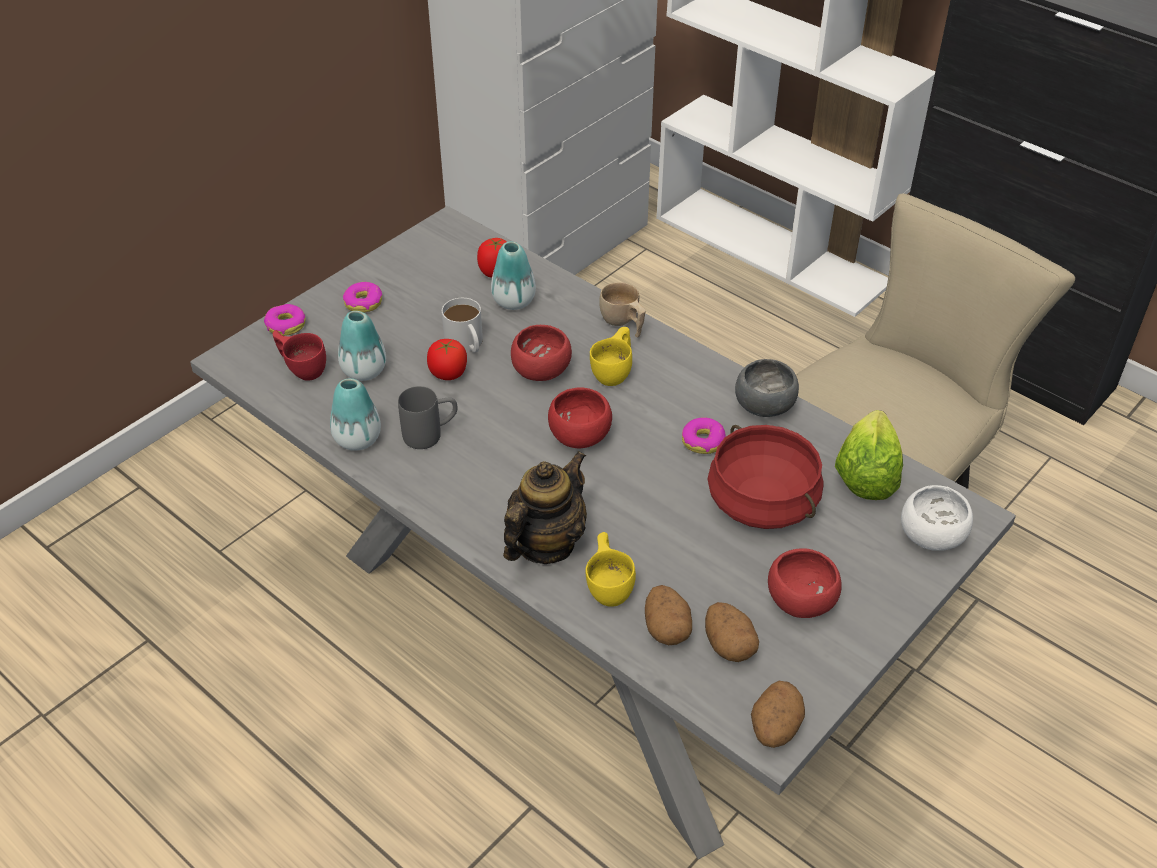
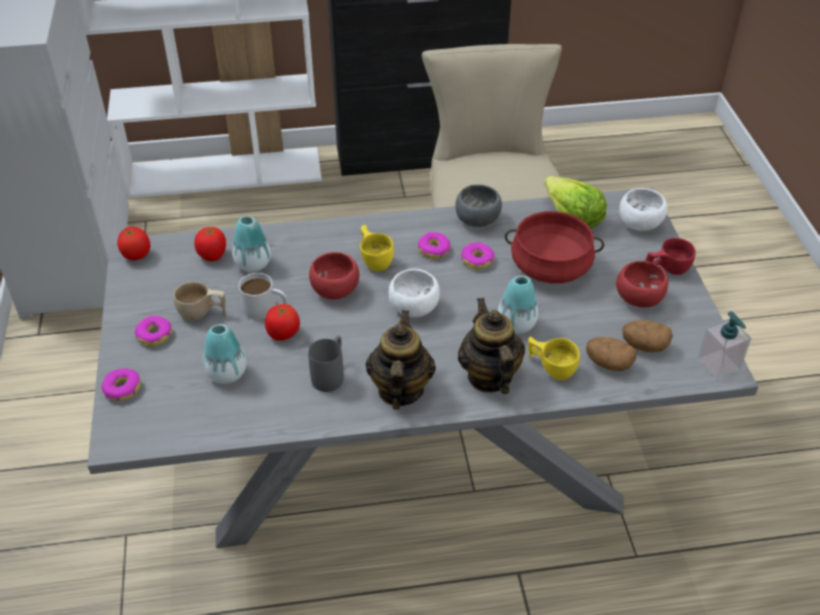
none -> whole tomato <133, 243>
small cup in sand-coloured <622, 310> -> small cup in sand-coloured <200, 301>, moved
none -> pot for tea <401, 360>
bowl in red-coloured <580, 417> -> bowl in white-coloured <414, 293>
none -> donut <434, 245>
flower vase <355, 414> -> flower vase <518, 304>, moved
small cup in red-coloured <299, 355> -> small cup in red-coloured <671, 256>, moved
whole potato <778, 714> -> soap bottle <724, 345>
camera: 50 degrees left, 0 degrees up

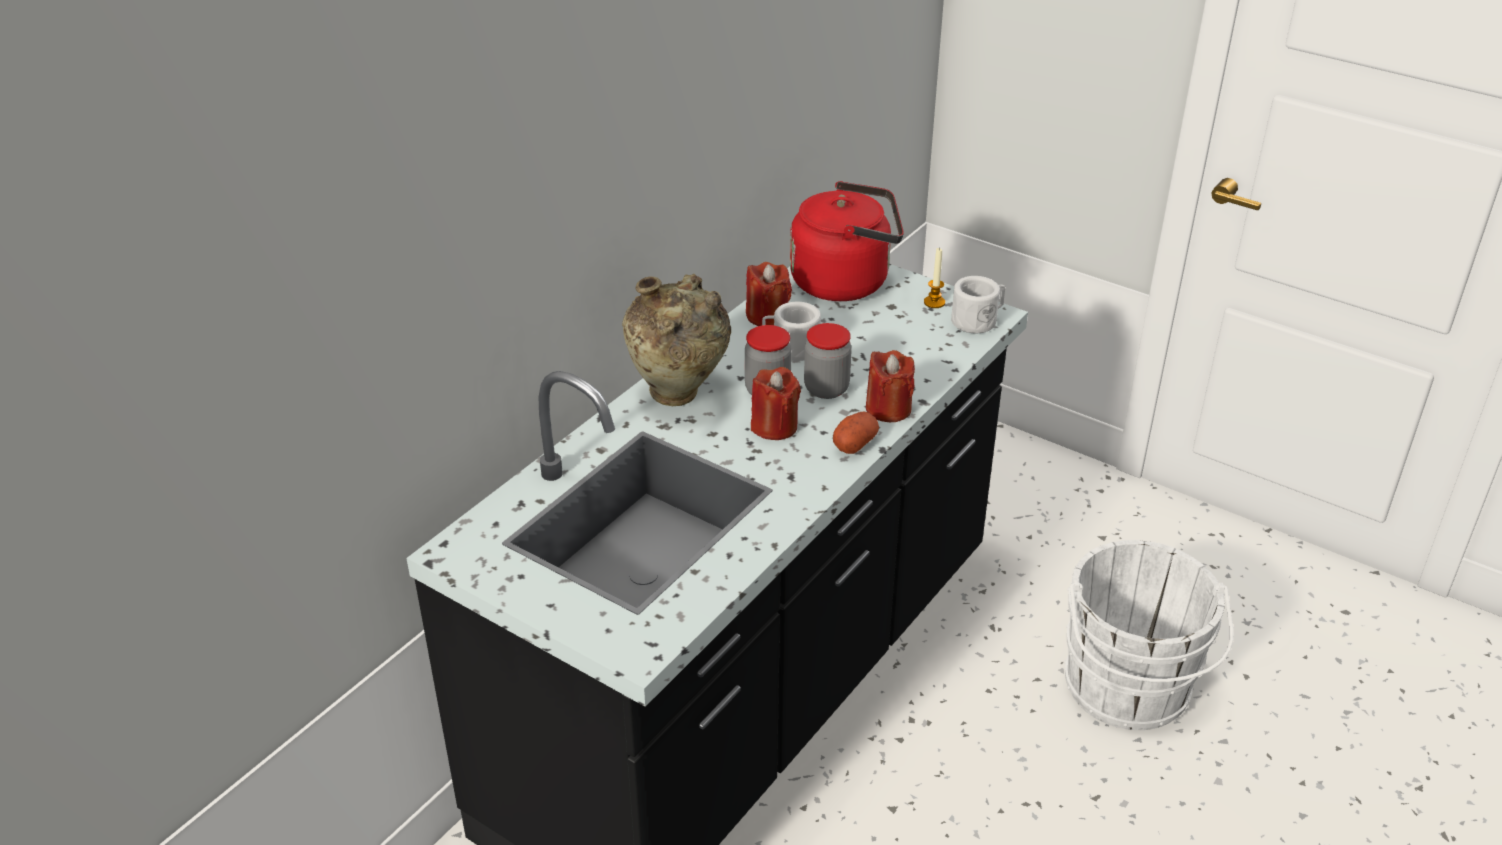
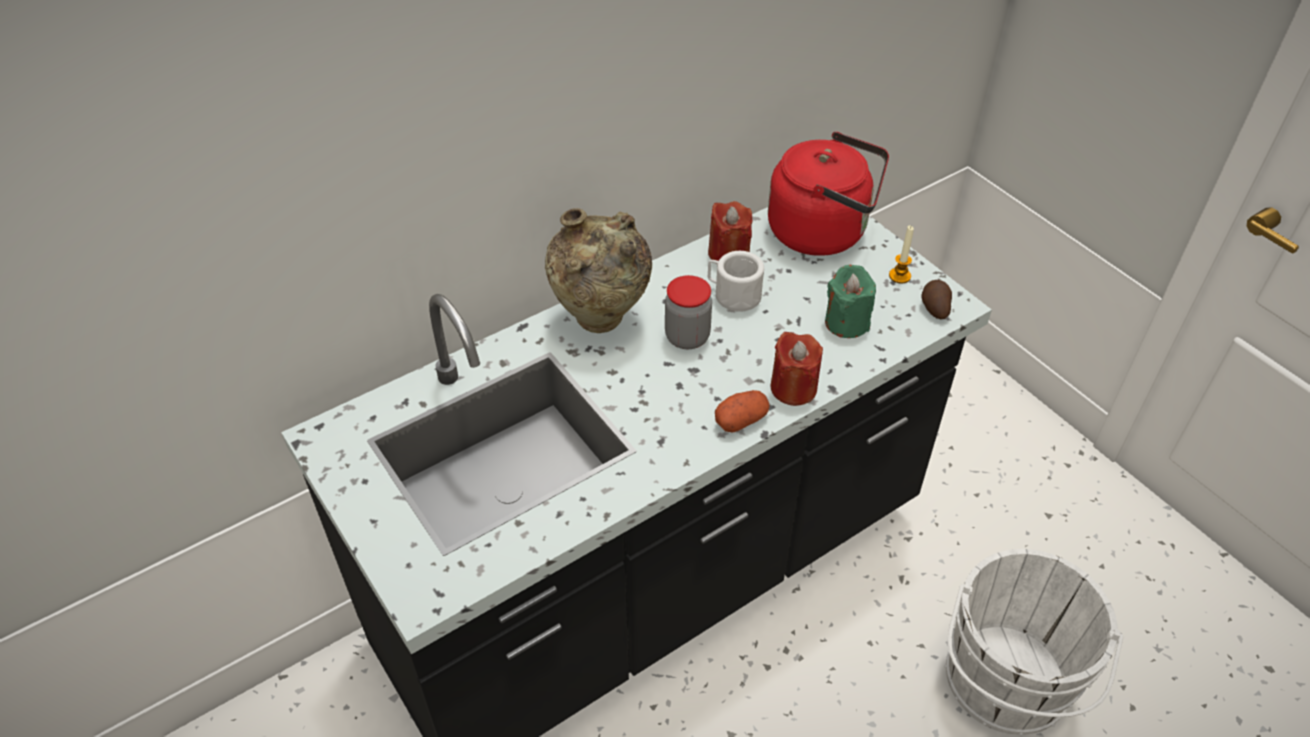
none -> candle in greenish <850, 301>
coffee mug in white-coloured <978, 304> -> whole potato <936, 299>
candle in red-coloured <776, 403> -> none
storage jar <828, 361> -> none
camera: 20 degrees right, 10 degrees up

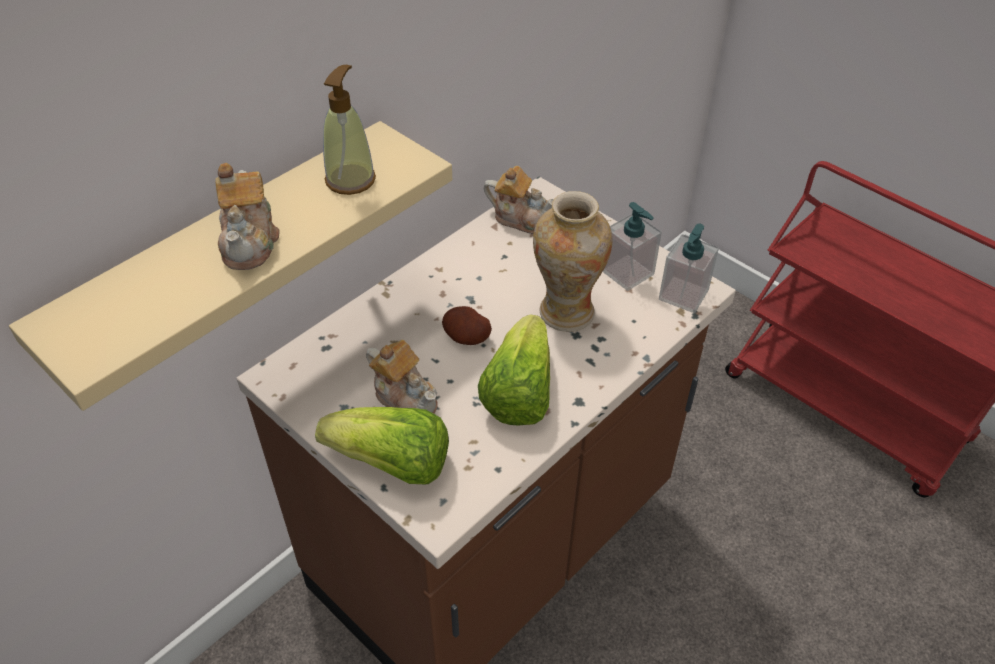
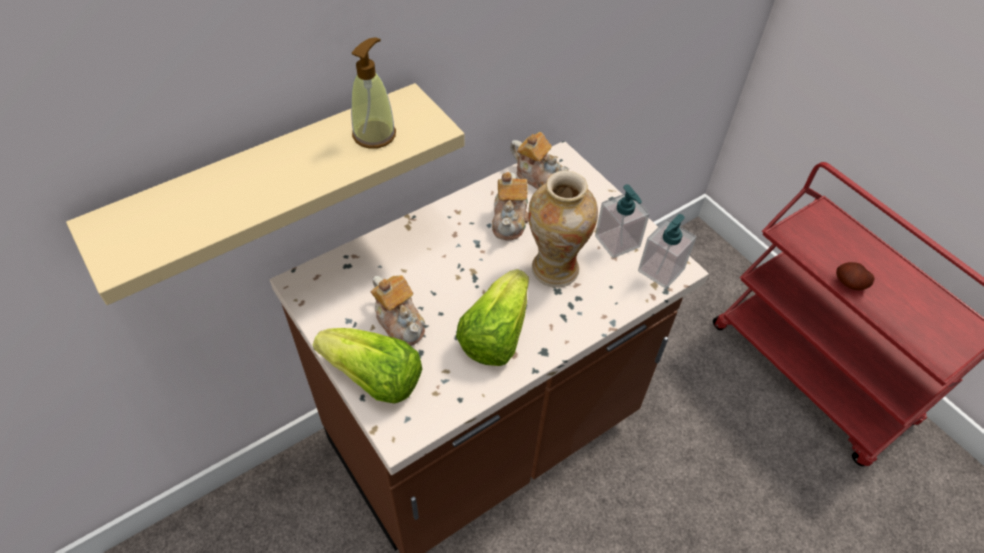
pot for tea <247, 216> -> pot for tea <510, 206>, moved
whole potato <467, 325> -> whole potato <855, 276>, moved
camera: 10 degrees right, 5 degrees up

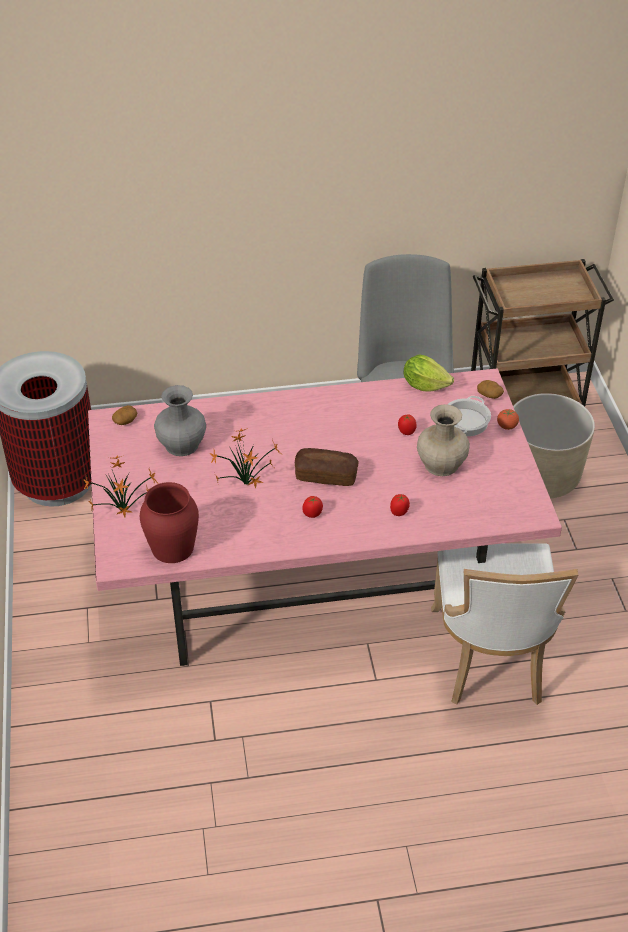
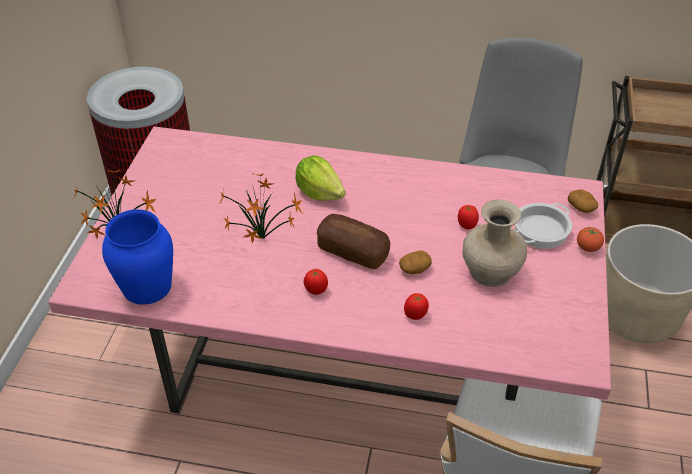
flower vase in red-coloured <169, 522> -> flower vase in blue <137, 257>
lettuce head <428, 373> -> lettuce head <320, 178>, moved
whole potato <124, 415> -> whole potato <415, 262>, moved
flower vase in grey <180, 420> -> none
camera: 20 degrees right, 0 degrees up

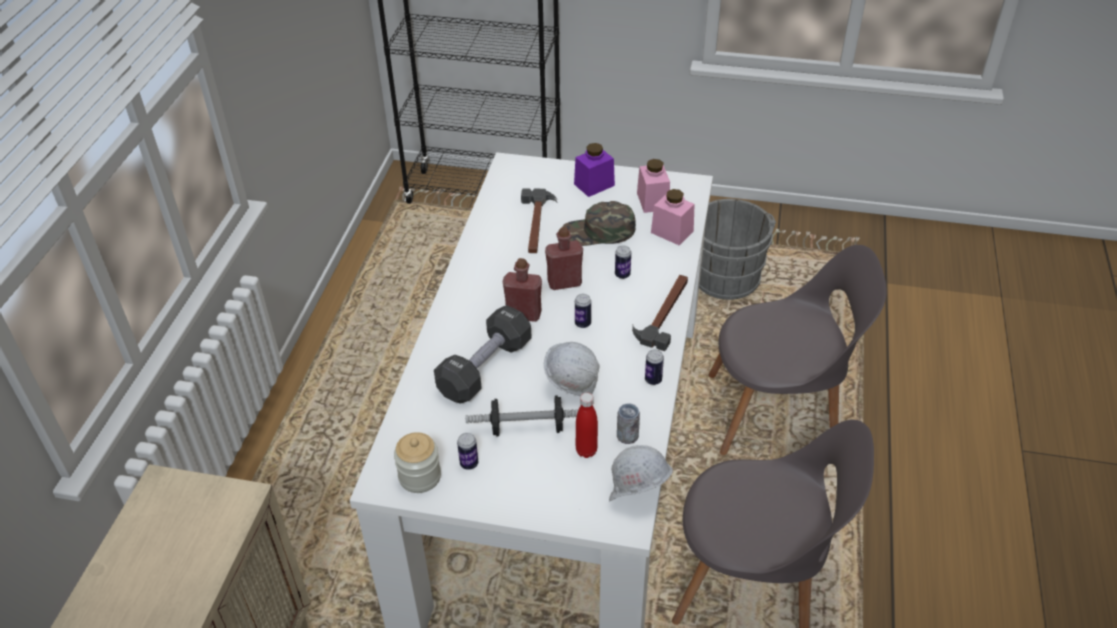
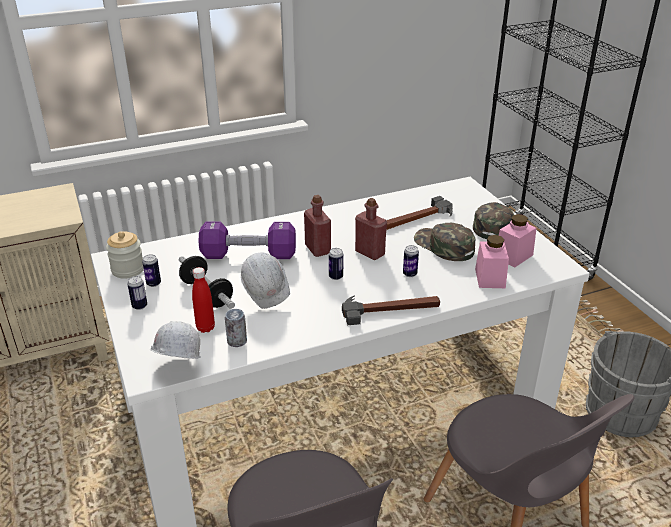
metal can <654, 367> -> metal can <137, 293>, moved
hand weight in blackish <483, 354> -> hand weight in purple <247, 240>
storage jar in purple <594, 170> -> baseball cap in greenish <493, 220>
camera: 55 degrees right, 10 degrees down

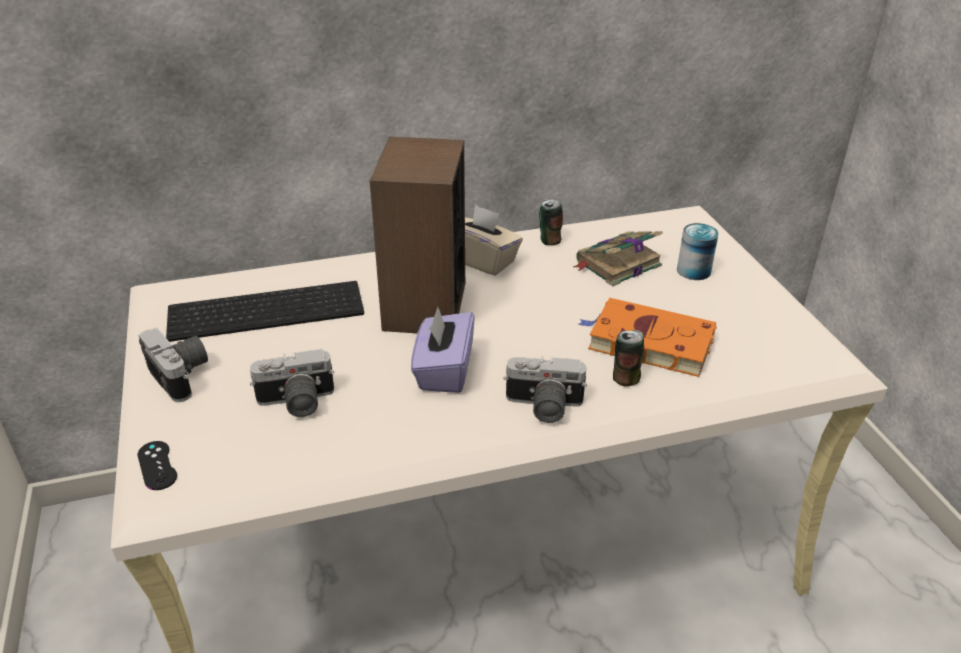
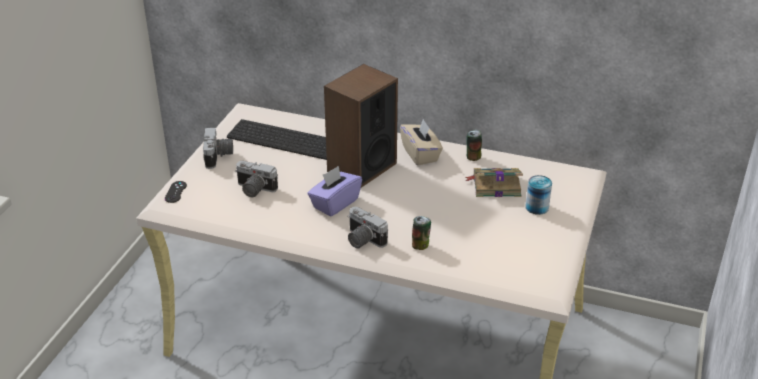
book in orange <647, 337> -> none
camera: 35 degrees right, 0 degrees up

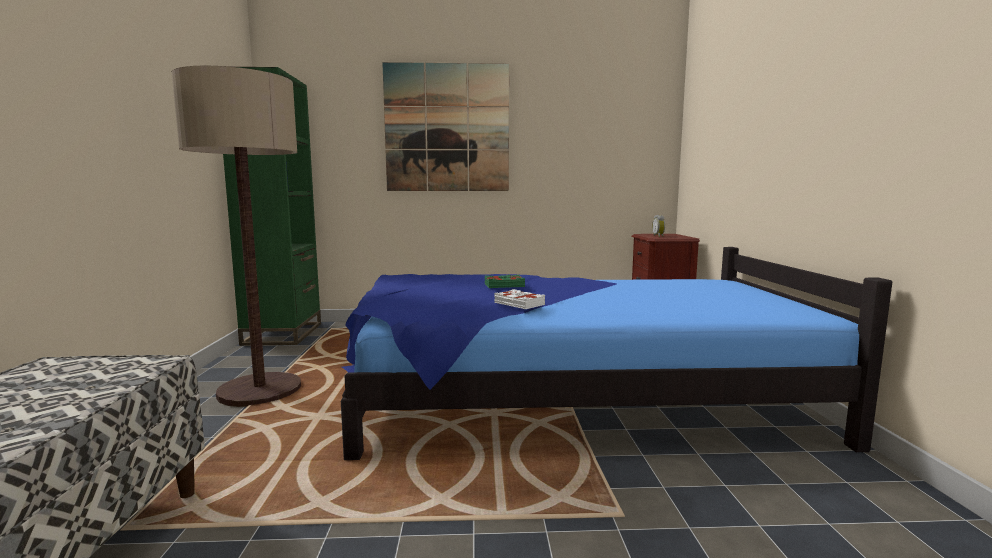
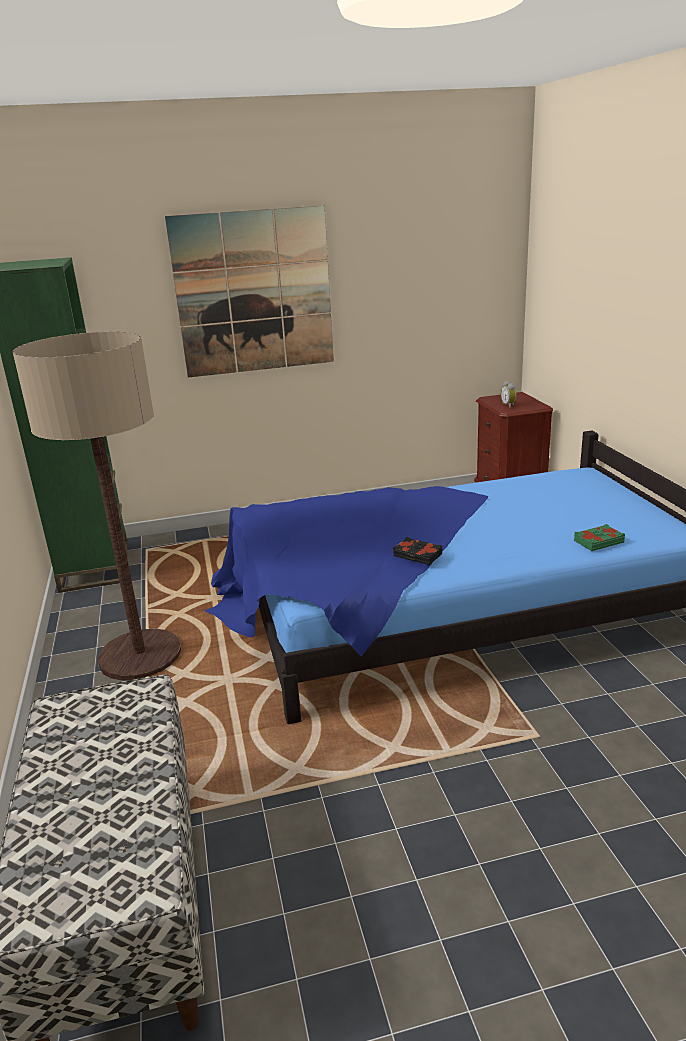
book in white-coloured <519, 299> -> book in blackish <418, 551>
book in greenish <505, 281> -> book in greenish <599, 537>, moved
camera: 10 degrees left, 15 degrees up

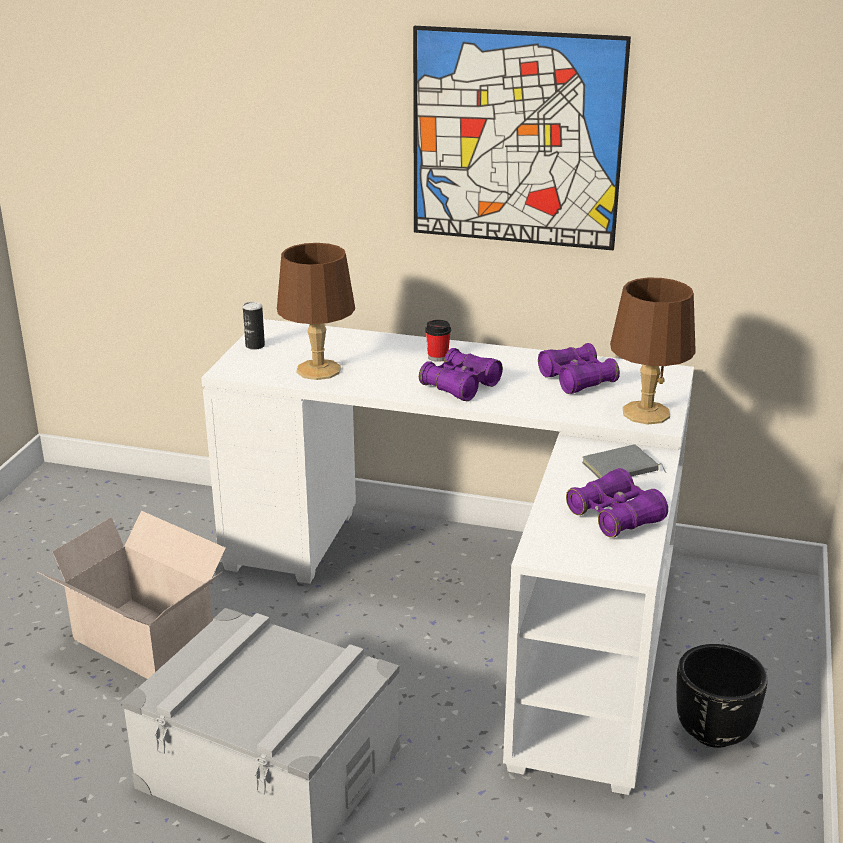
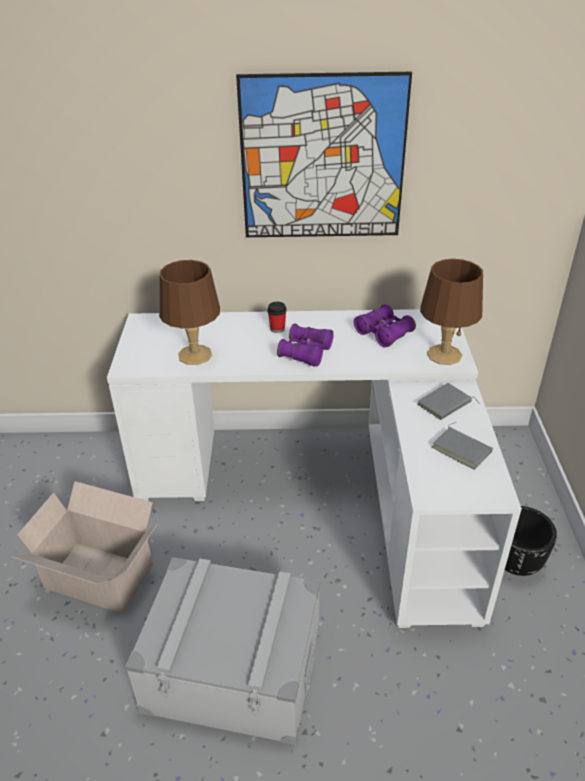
pair of binoculars in purple <617, 503> -> book in grey <462, 446>
metal can <254, 326> -> none
camera: 15 degrees left, 10 degrees up

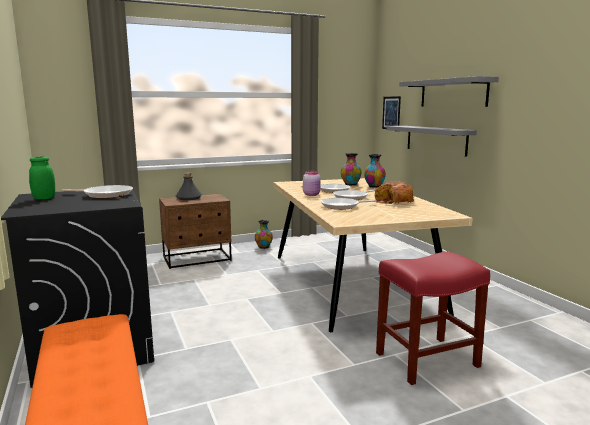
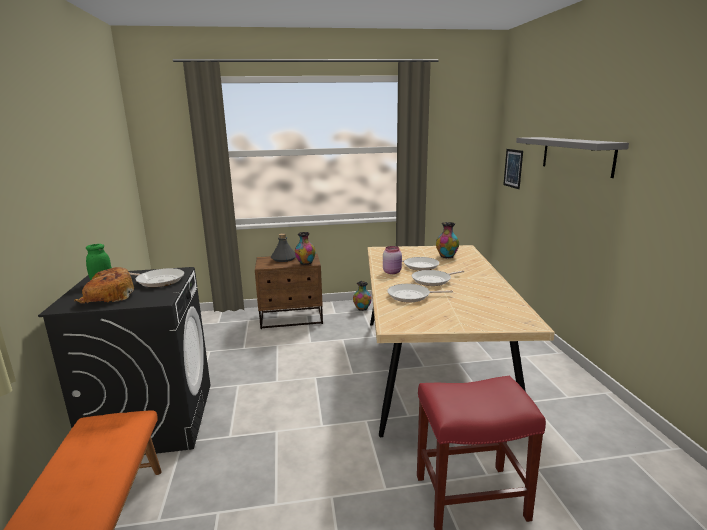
bakery bread <394, 192> -> bakery bread <104, 285>, moved
flower vase <375, 171> -> flower vase <305, 248>, moved
bracket shelf in grey <431, 141> -> none
camera: 15 degrees right, 5 degrees up

